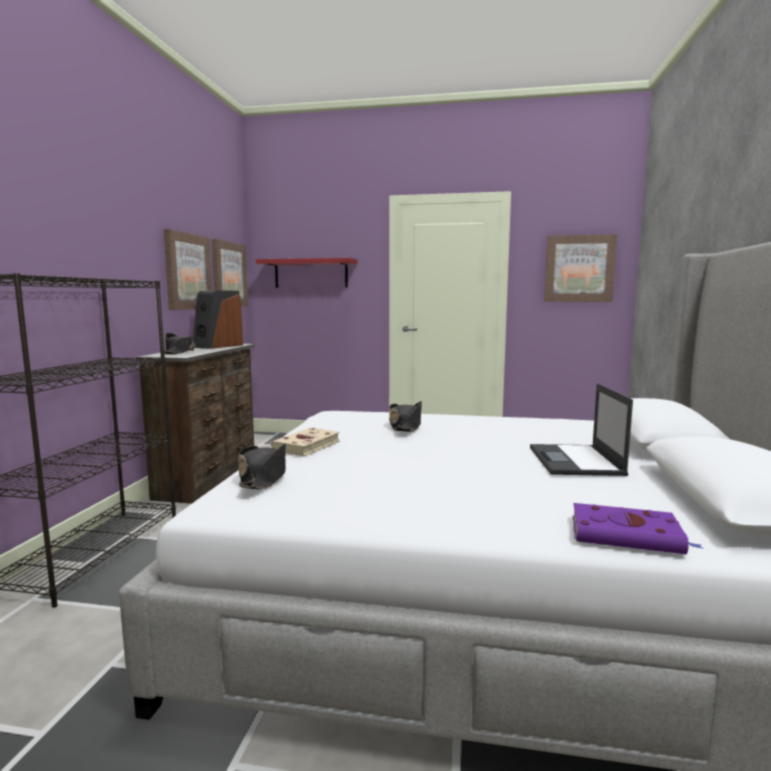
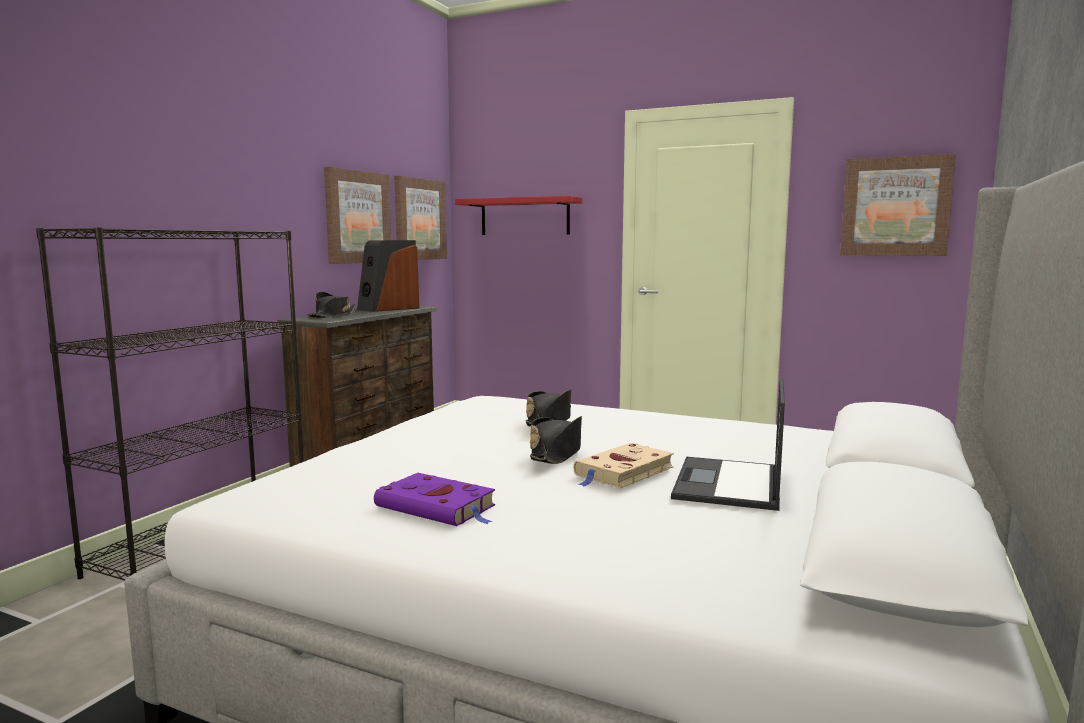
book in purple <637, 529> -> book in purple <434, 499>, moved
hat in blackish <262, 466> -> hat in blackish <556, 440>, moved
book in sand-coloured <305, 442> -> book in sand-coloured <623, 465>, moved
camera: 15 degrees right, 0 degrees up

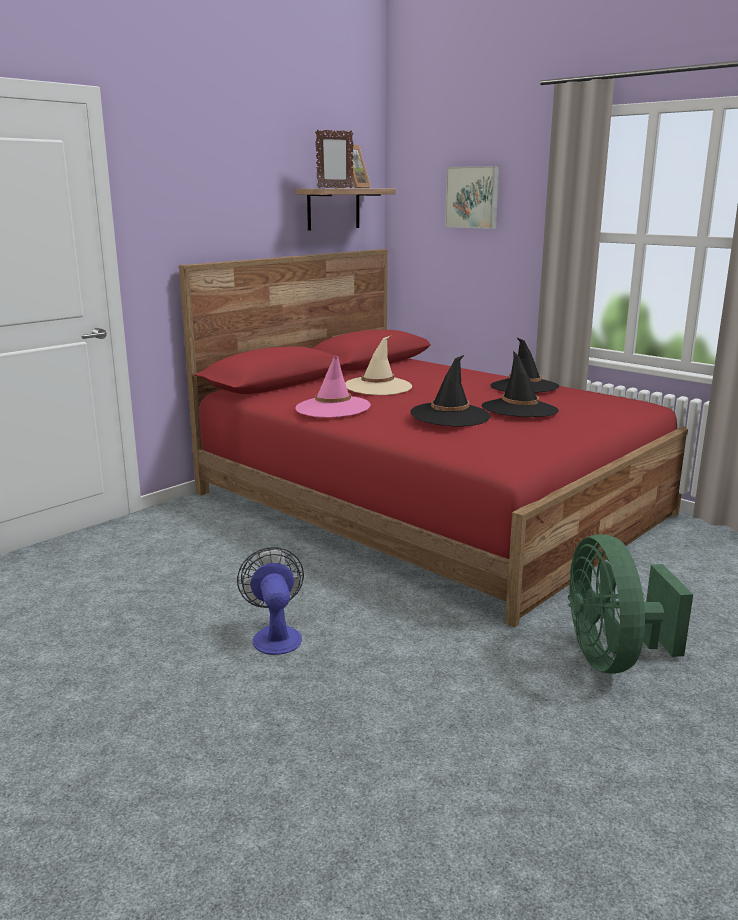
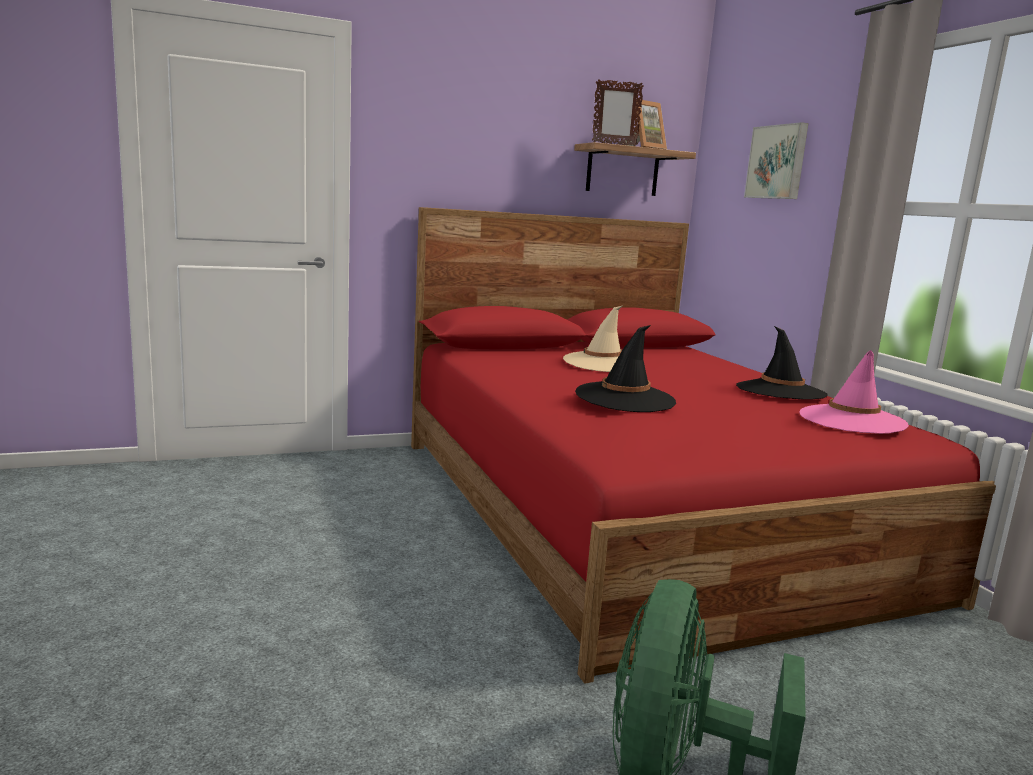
hat in pink-coloured <333, 386> -> hat in pink-coloured <854, 392>, moved
electric fan <270, 601> -> none
hat in blackish <520, 384> -> none
camera: 25 degrees right, 5 degrees down

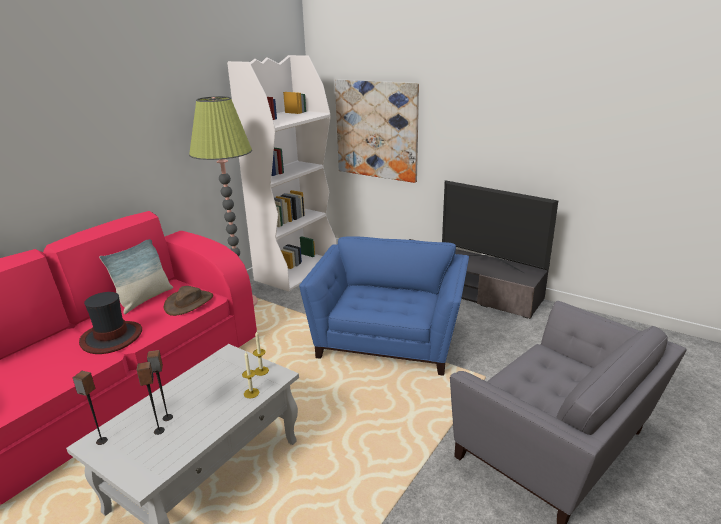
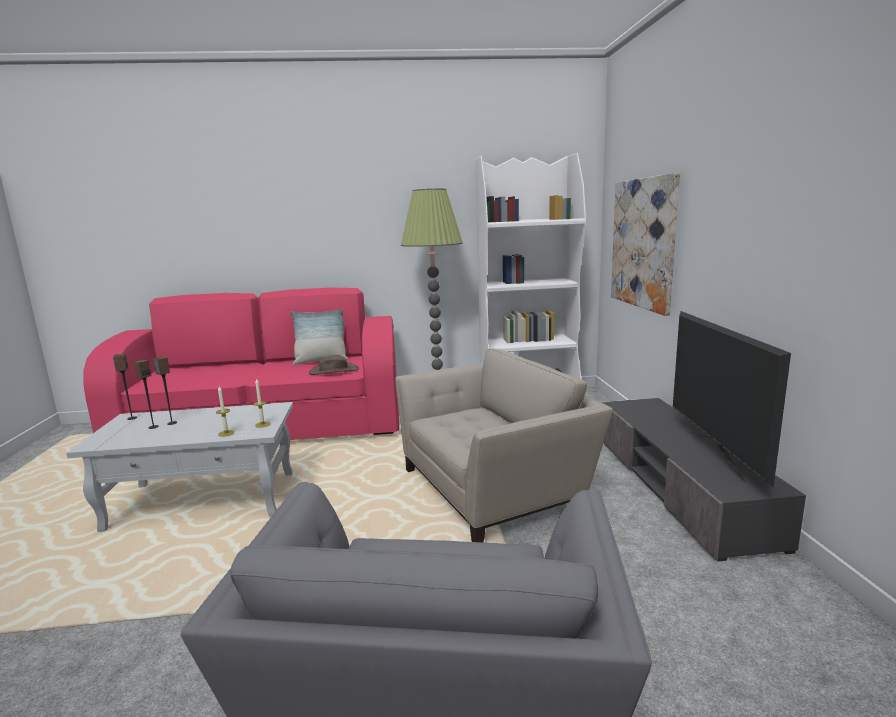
armchair in blue <384, 306> -> armchair in sand-coloured <504, 445>
hat <110, 323> -> none
camera: 50 degrees right, 10 degrees down

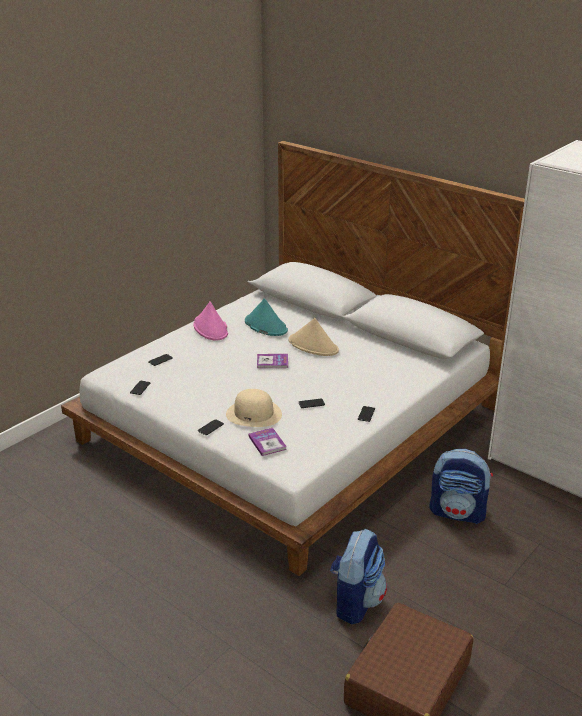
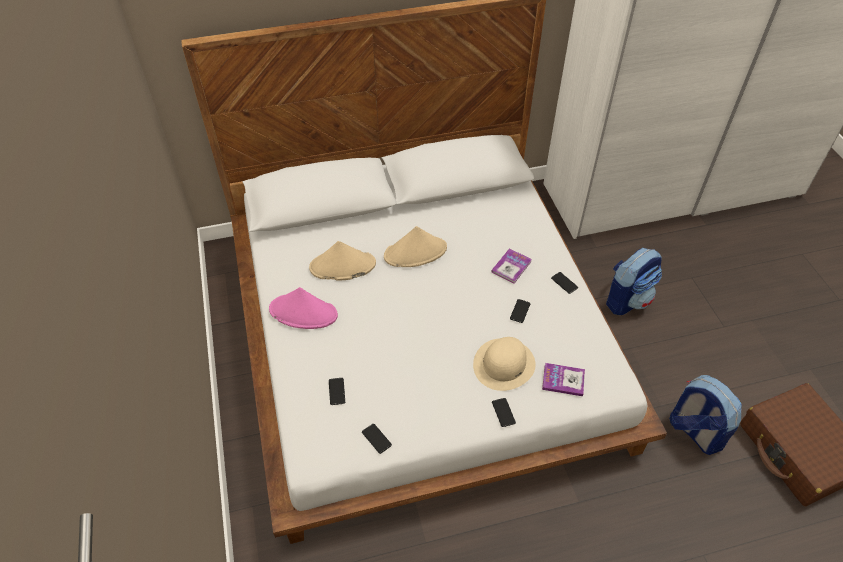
hat in turquoise <266, 317> -> hat in sand-coloured <342, 261>
book <272, 361> -> book <512, 266>, moved
camera: 55 degrees left, 20 degrees up

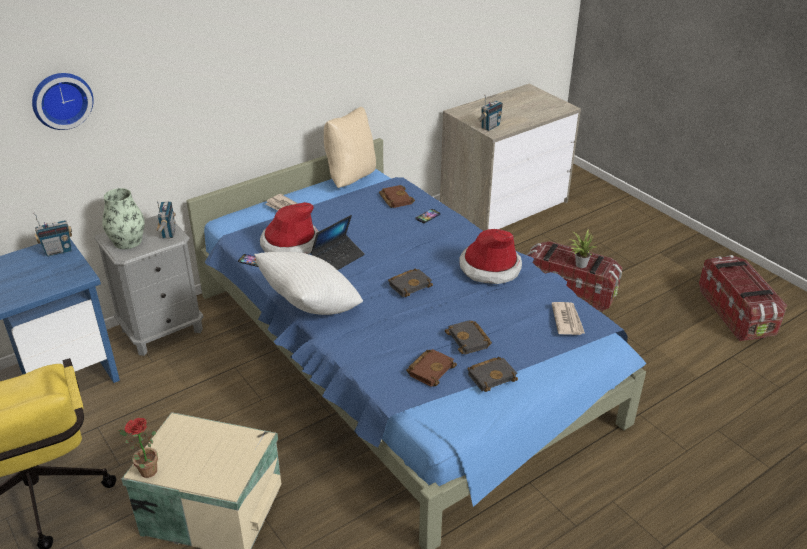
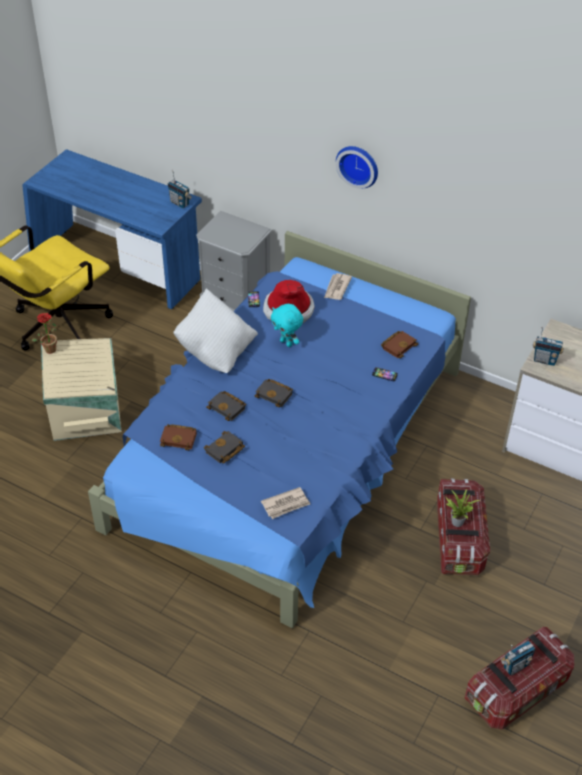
book in blackish <492, 374> -> book in blackish <226, 406>, moved
portable computer <338, 242> -> plush toy in turquoise <287, 325>
hanging clock <63, 101> -> hanging clock <357, 167>, moved
radio receiver <166, 219> -> radio receiver <518, 658>, moved
flower vase <123, 218> -> none
cushion in sand-coloured <350, 147> -> none
hat <490, 256> -> none
camera: 65 degrees right, 10 degrees up

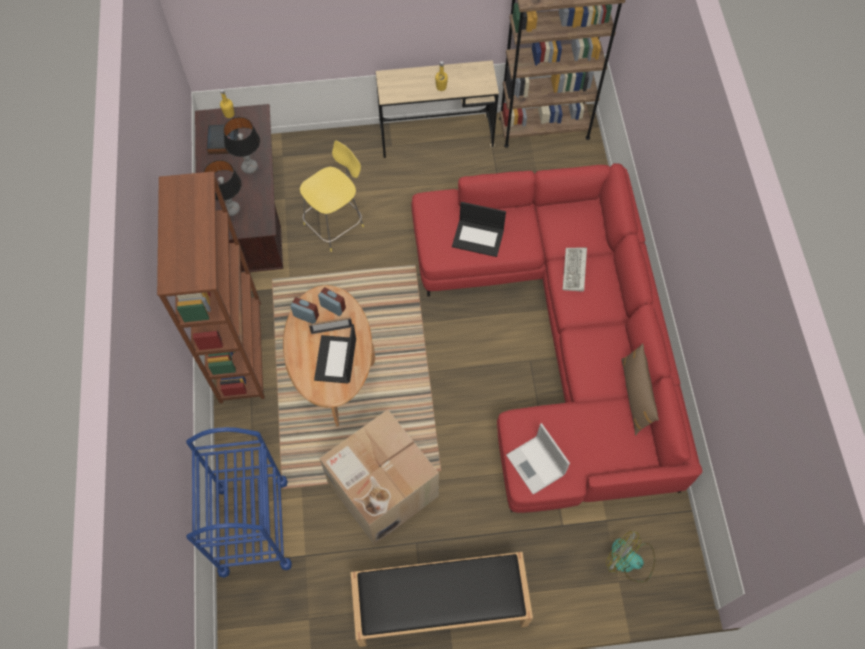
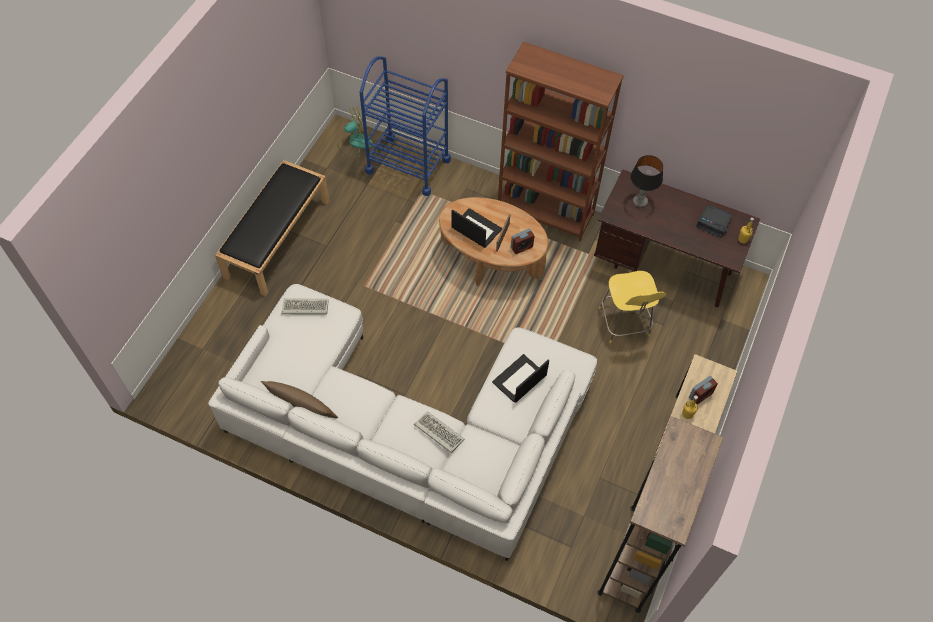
couch in red-coloured <557, 338> -> couch in white-coloured <402, 422>
portable computer <538, 459> -> computer keyboard <305, 307>
electric fan <630, 556> -> electric fan <355, 133>, moved
alarm clock <304, 310> -> alarm clock <703, 390>, moved
lamp for a table <241, 145> -> none
cardboard box <379, 477> -> none
camera: 120 degrees right, 5 degrees down

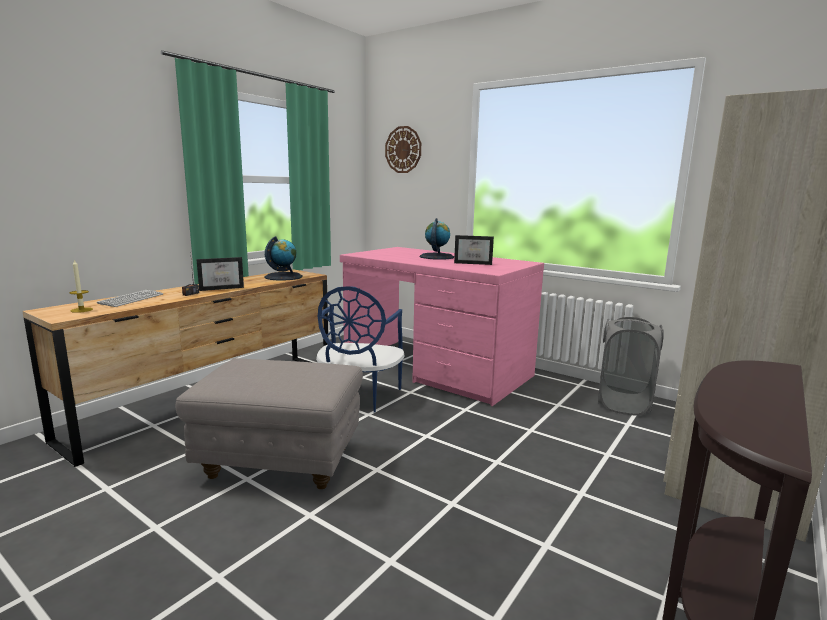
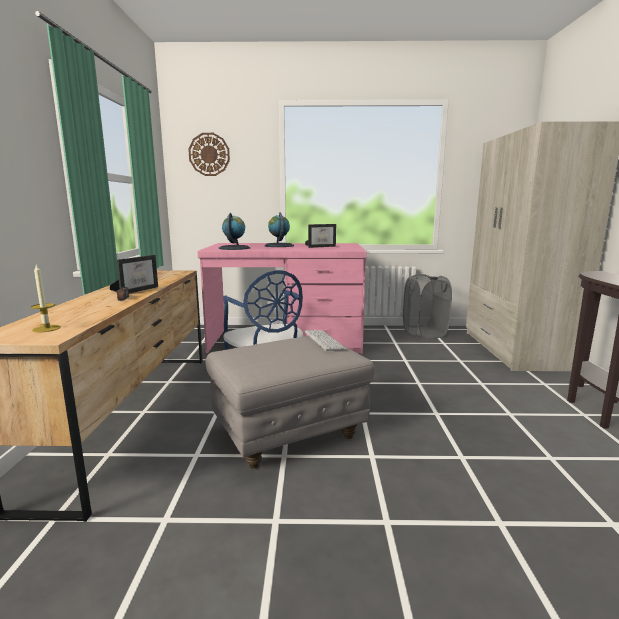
desk globe <283, 258> -> desk globe <235, 231>, moved
computer keyboard <130, 298> -> computer keyboard <326, 340>, moved
camera: 35 degrees left, 0 degrees up

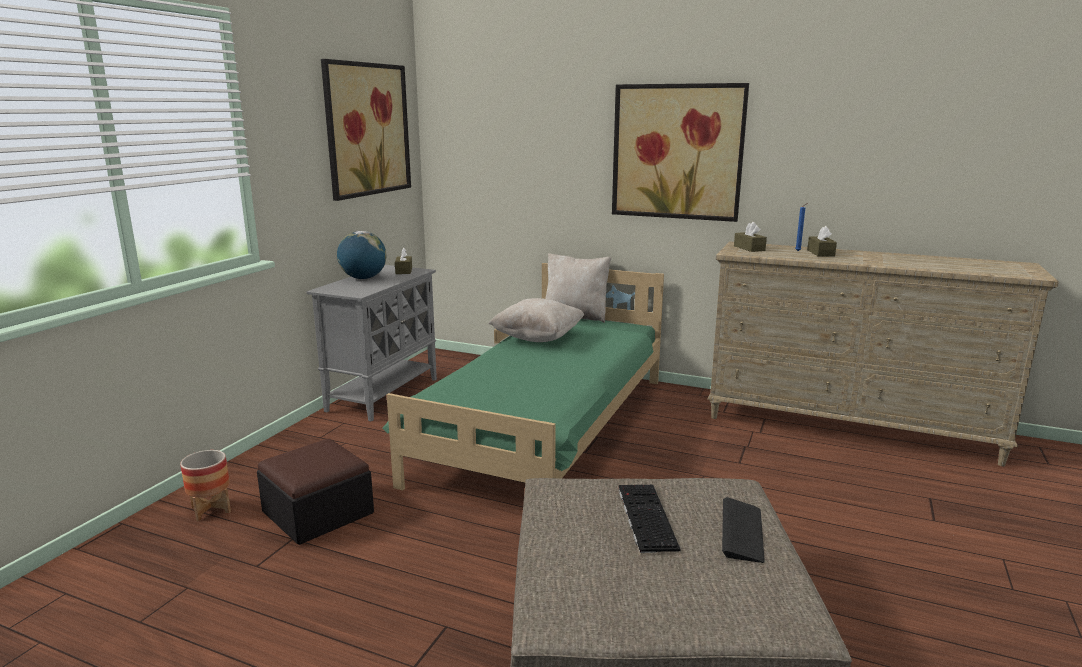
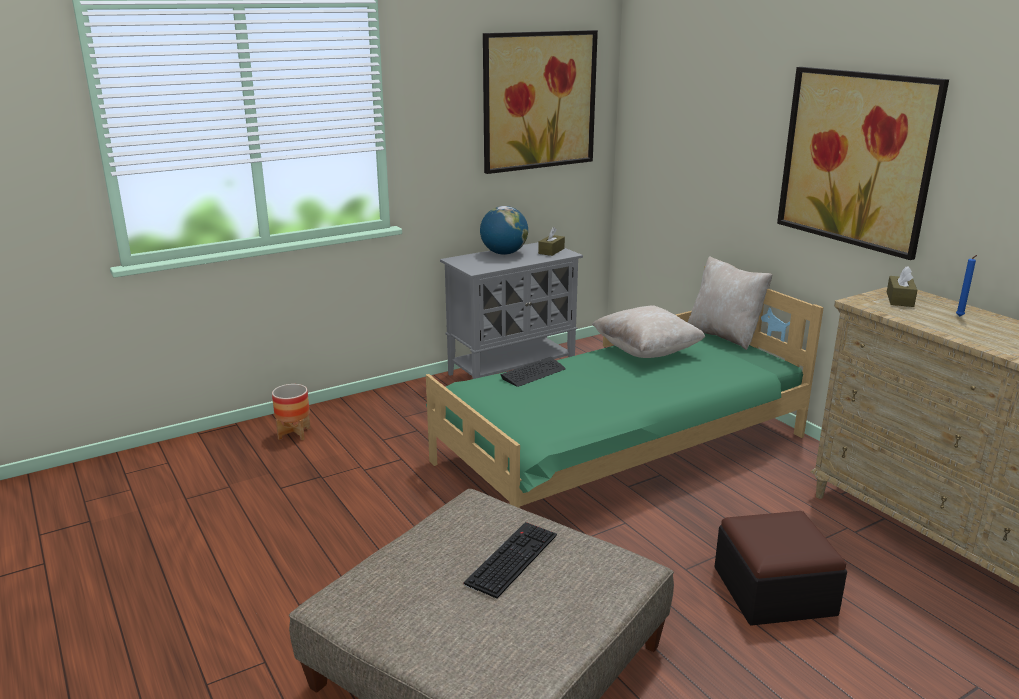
computer keyboard <743, 530> -> computer keyboard <533, 372>, moved
pouffe <315, 492> -> pouffe <781, 568>, moved
box of tissues in brownish <822, 241> -> none
camera: 35 degrees right, 5 degrees up

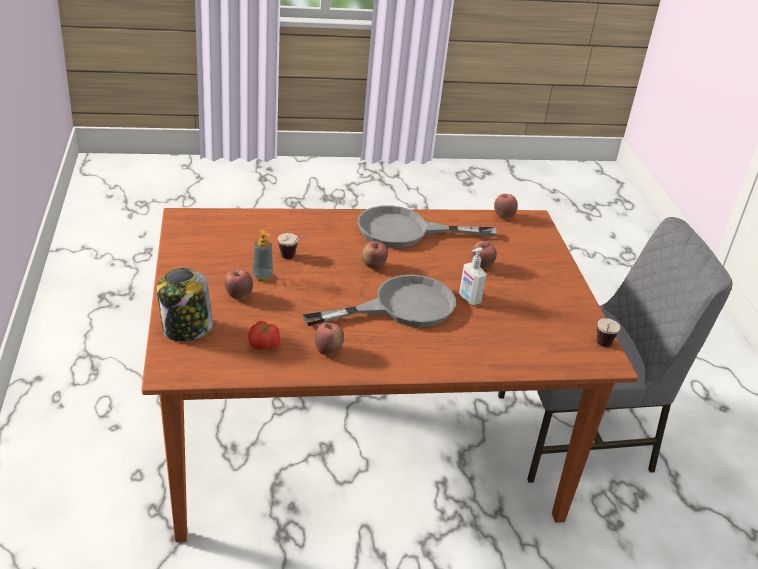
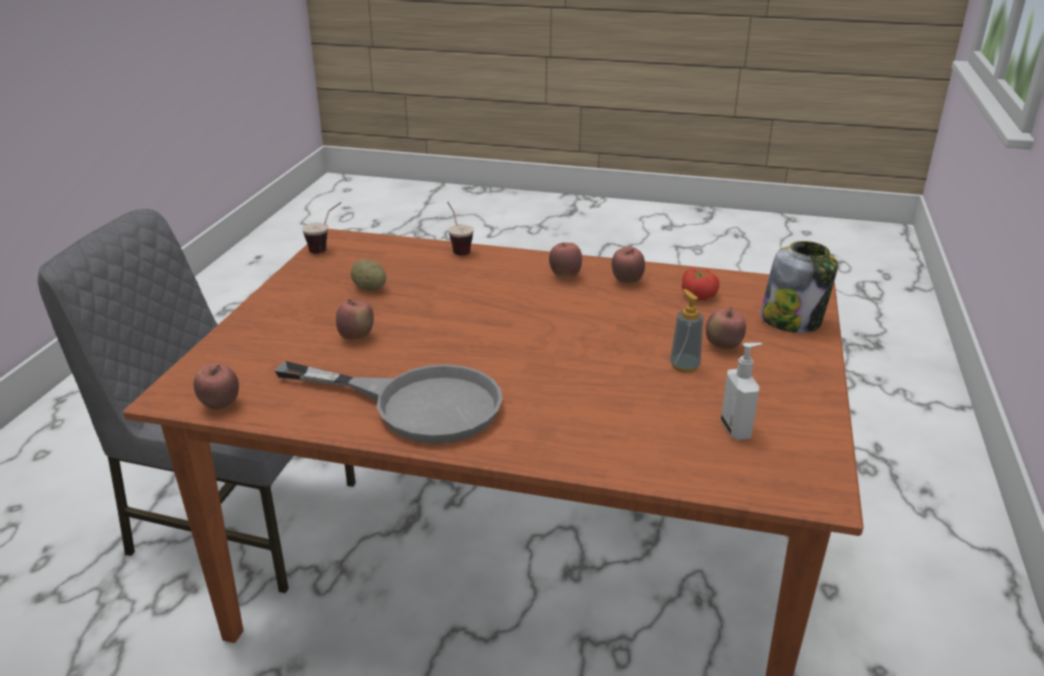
none -> whole potato <368, 275>
small cup <293, 246> -> small cup <460, 228>, moved
apple fruit <374, 255> -> apple fruit <565, 260>, moved
soap bottle <472, 276> -> soap bottle <741, 391>, moved
pan in grey <379, 301> -> none
camera: 155 degrees left, 5 degrees down

